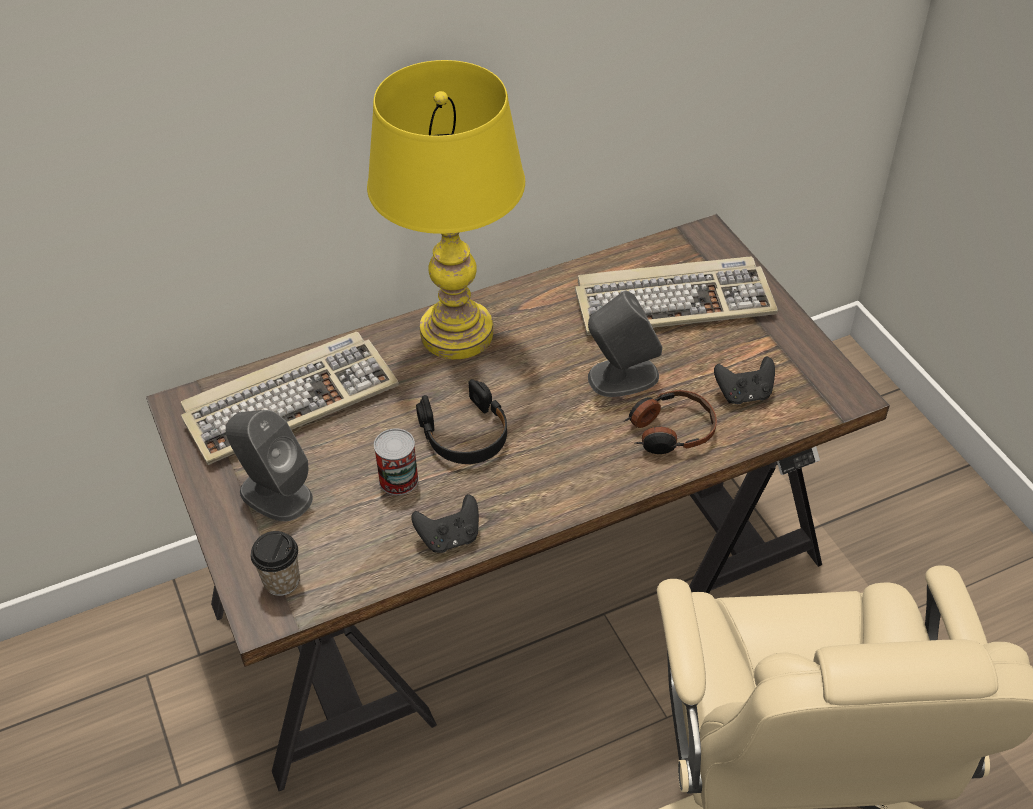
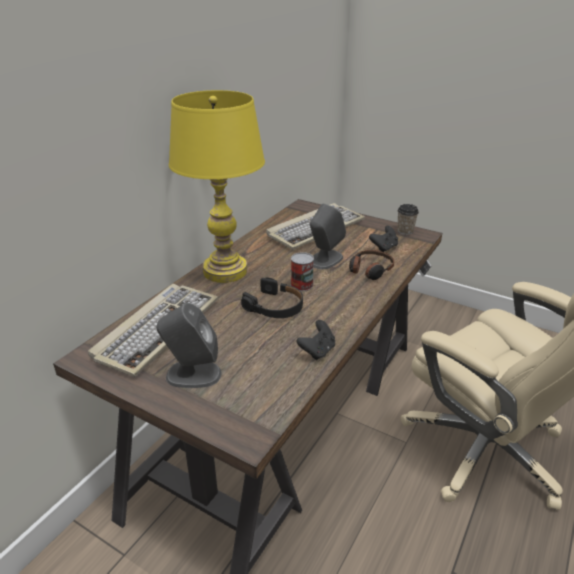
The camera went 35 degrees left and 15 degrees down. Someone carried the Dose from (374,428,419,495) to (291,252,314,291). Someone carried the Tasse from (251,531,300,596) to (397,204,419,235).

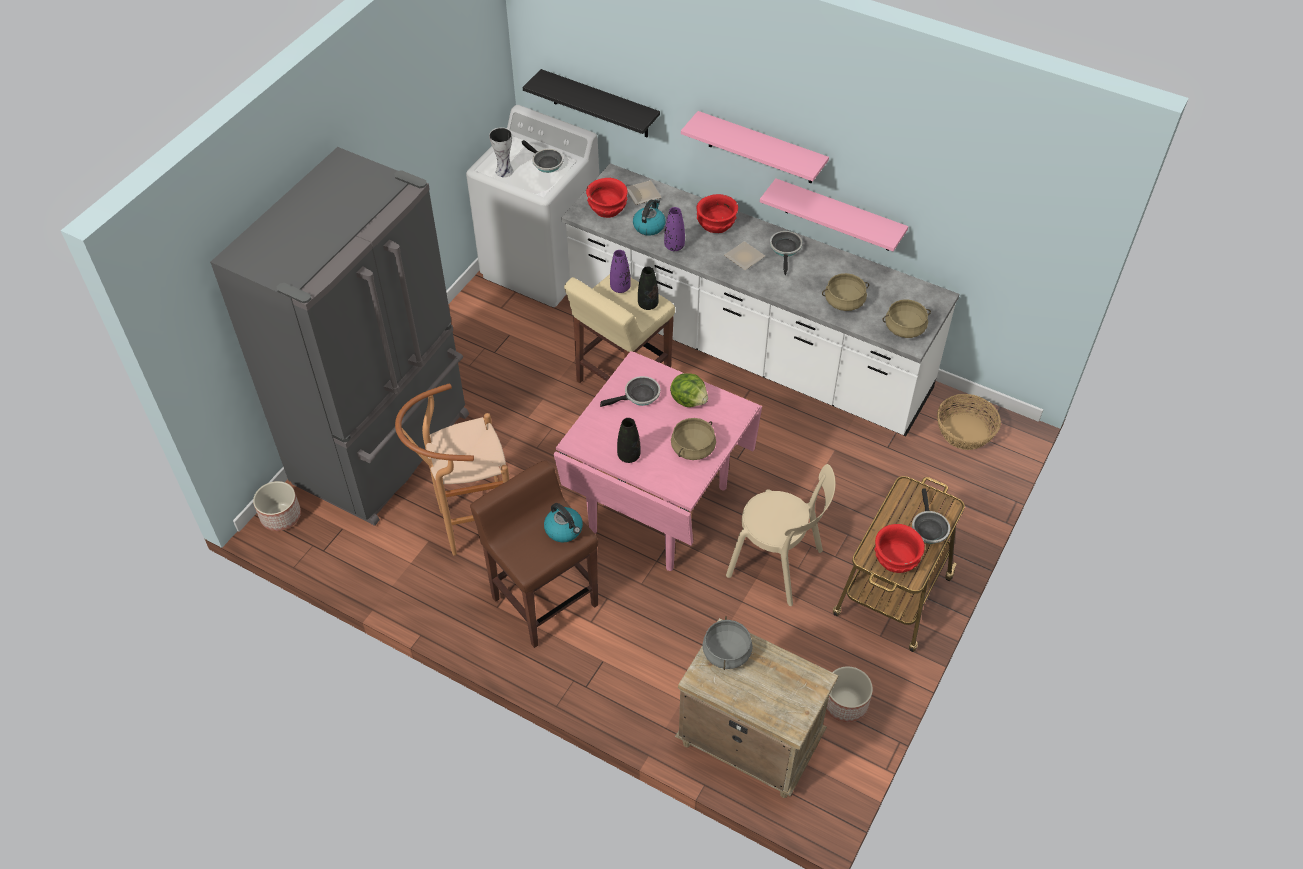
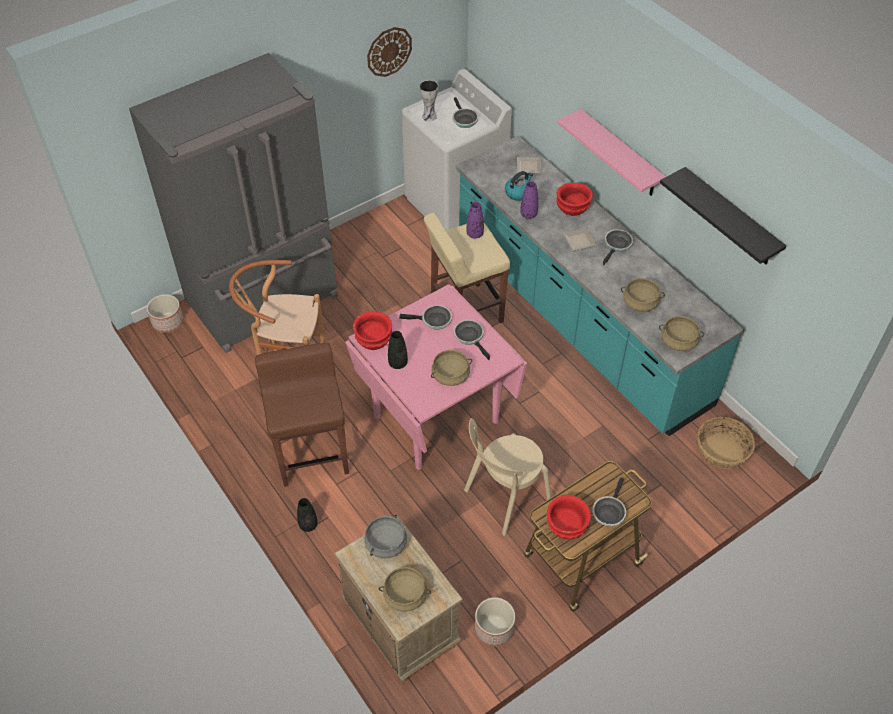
The camera went 25 degrees right and 0 degrees up. Someone carried the Wandregal/schwarz from (523,69,660,137) to (660,167,786,264). Someone repainted the Küchenzeile/weiß at (561,163,959,436), which became the Küchenzeile/türkis at (455,136,744,436). Someone carried the Schüssel/rot from (586,178,628,218) to (353,311,392,350). Someone took away the Wandregal/rosa at (760,178,908,251). Someone carried the Vase/schwarz from (638,266,659,310) to (297,498,318,532). Someone swapped the Salatkopf at (670,373,708,407) for the Pfanne at (454,320,490,360). Someone rotated the Stuhl/beige at (726,464,835,606) by 90 degrees clockwise. Someone took away the Wasserkessel at (544,503,583,542). Someone put up the Wanduhr at (367,27,412,77). Someone put down the Kochtopf/beige at (379,567,431,612).

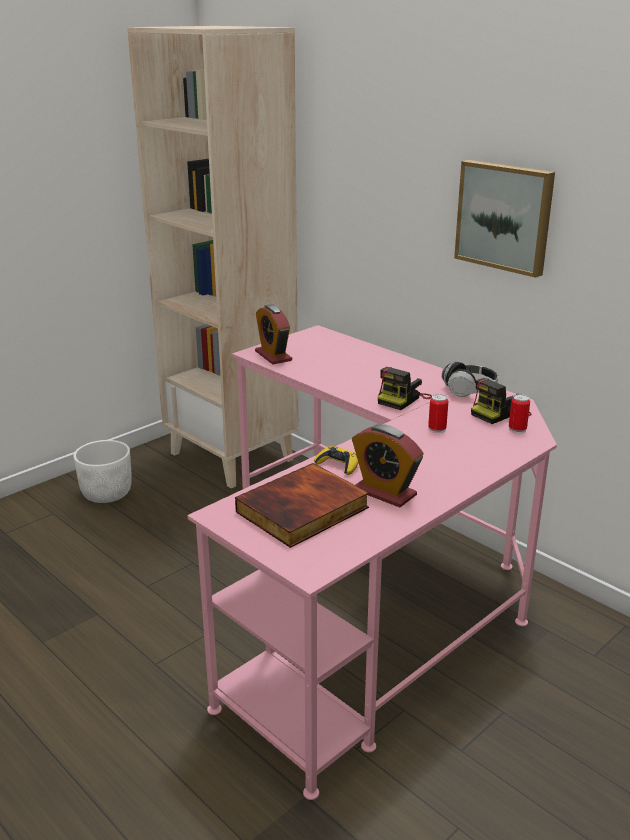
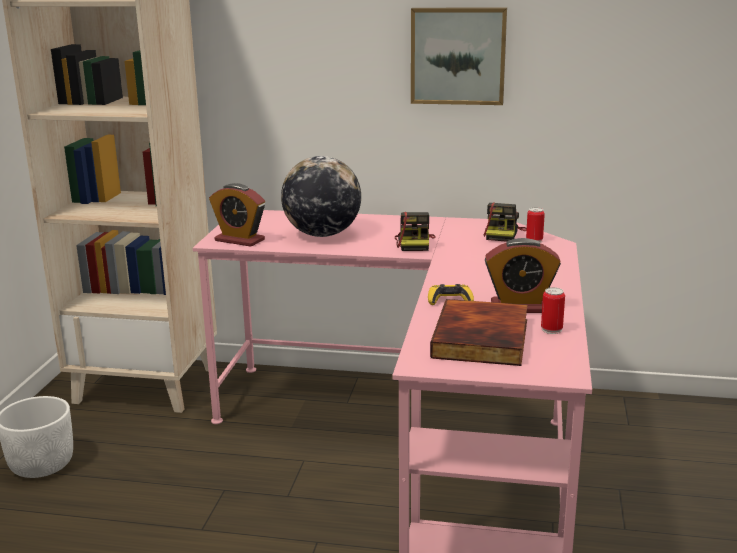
The camera went 35 degrees left and 5 degrees down. Someone took away the Kopfhörer at (442,361,498,397). Someone carried the Dose from (428,394,448,433) to (541,287,565,334). Someone put down the Globus at (281,156,361,237).

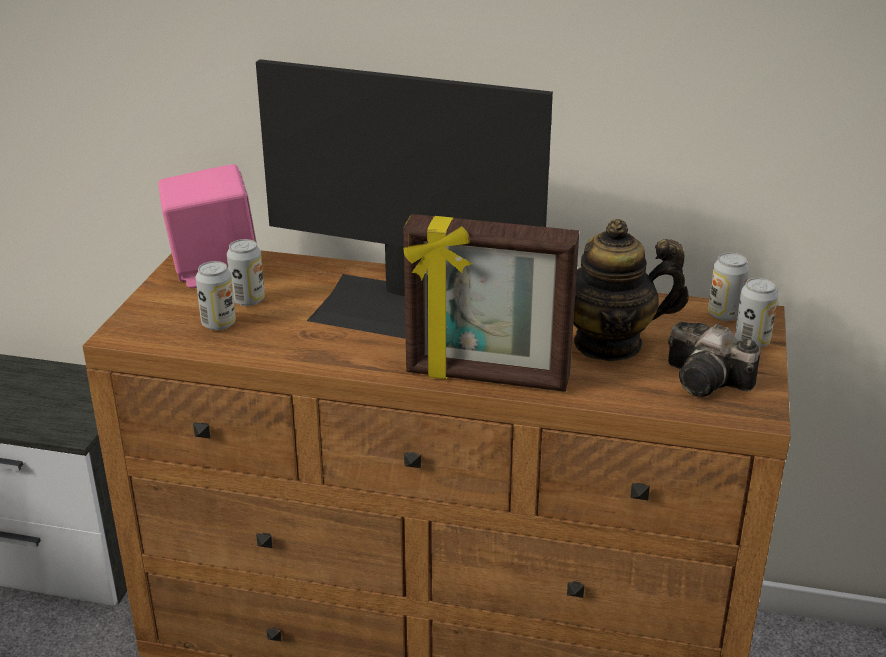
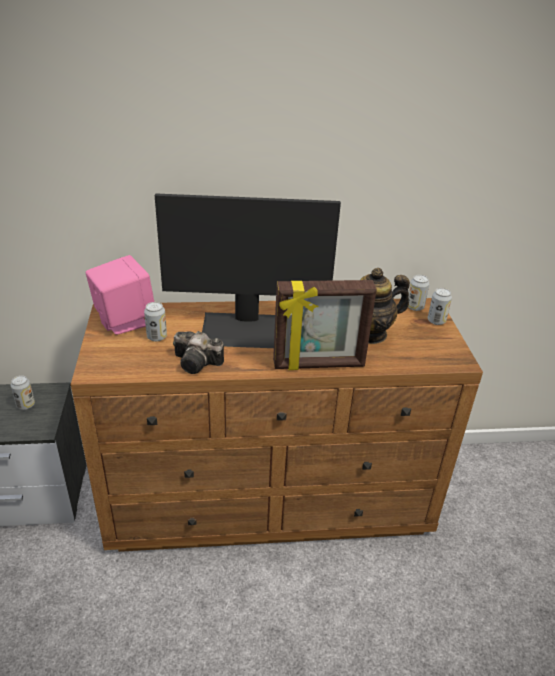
The camera went 20 degrees left and 5 degrees up. Someone carried the Dose from (196,261,236,331) to (11,375,35,410). Someone carried the Kamera from (668,322,760,397) to (173,331,224,374).

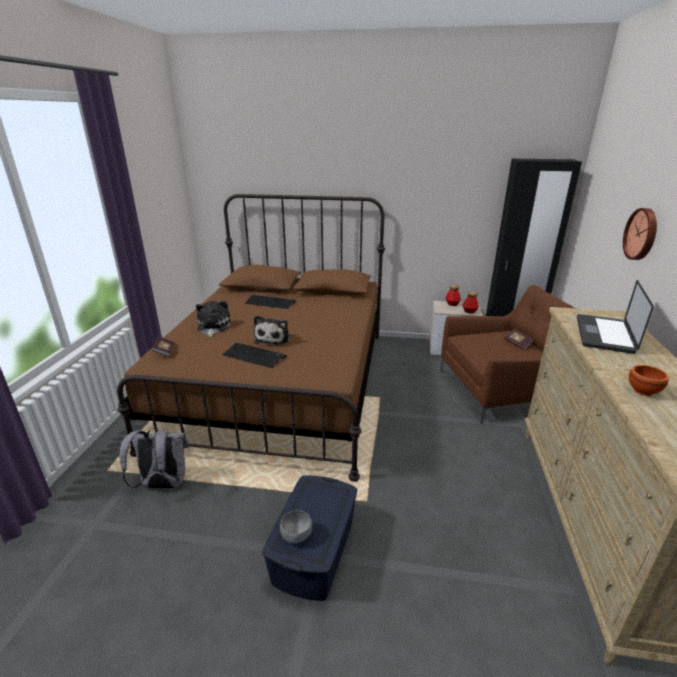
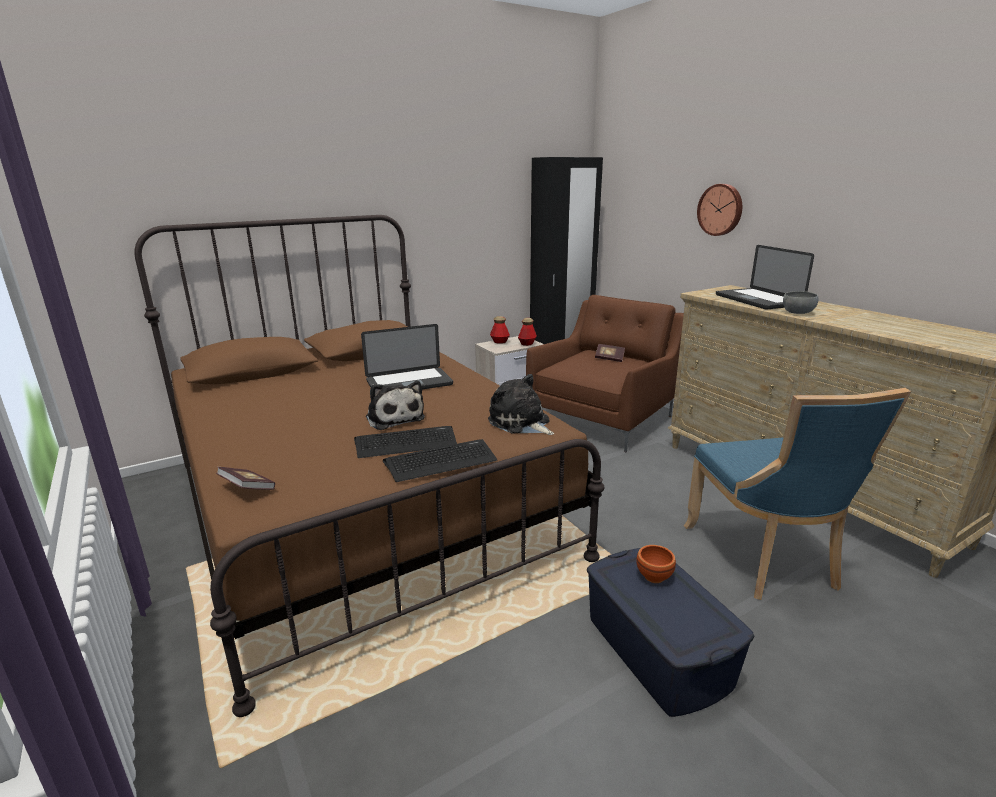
The camera went 40 degrees left and 5 degrees down. Someone carried the Tastatur from (245,295,296,309) to (383,439,497,482). Someone carried the Plüschtier from (196,301,230,337) to (488,374,555,435). Someone carried the Schüssel/braun from (629,365,669,396) to (636,545,676,583). Someone took away the Rucksack/grau at (119,428,189,489). Someone carried the Schüssel/grau from (280,510,312,544) to (783,291,818,314). Someone put down the Laptop at (361,324,453,390). Someone put down the Stuhl/blau at (684,388,911,600).

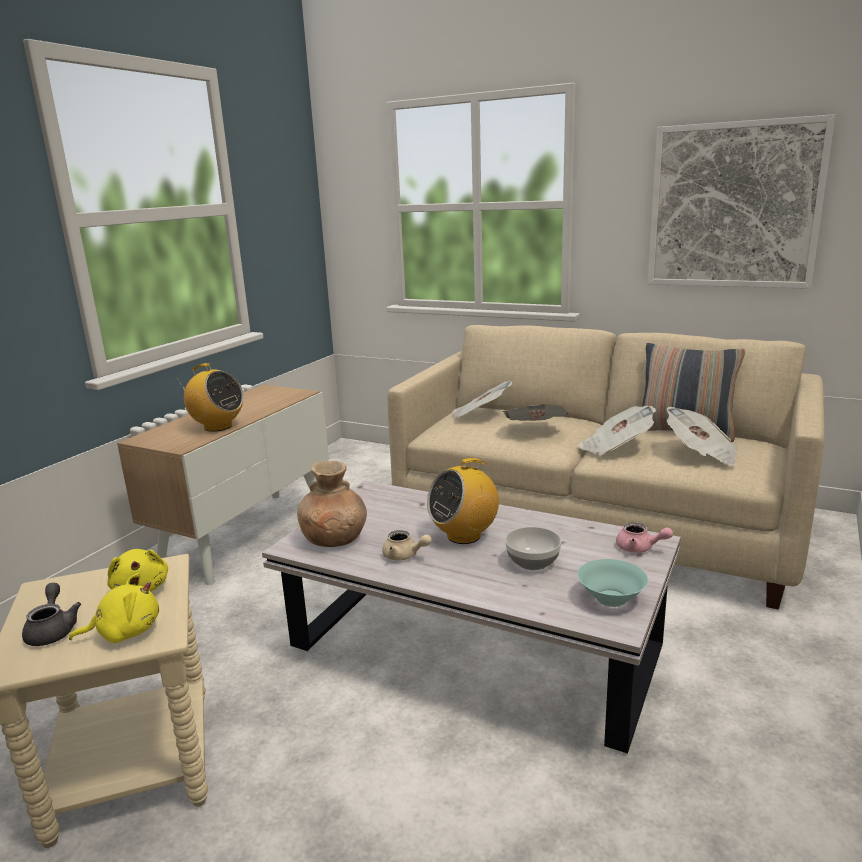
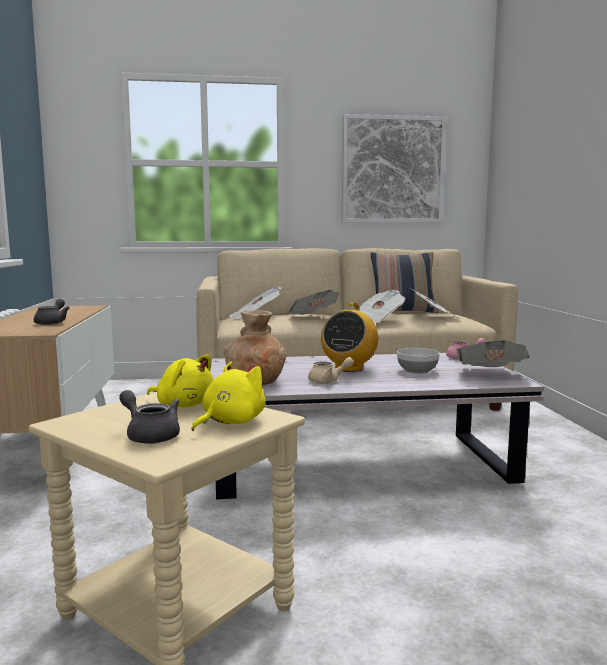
The camera went 35 degrees left and 10 degrees down. Someone swapped the Radio at (176,363,244,432) for the Teekanne/grau at (34,299,70,325). Someone swapped the Schüssel/türkis at (577,559,648,607) for the Zeitung at (456,340,530,367).

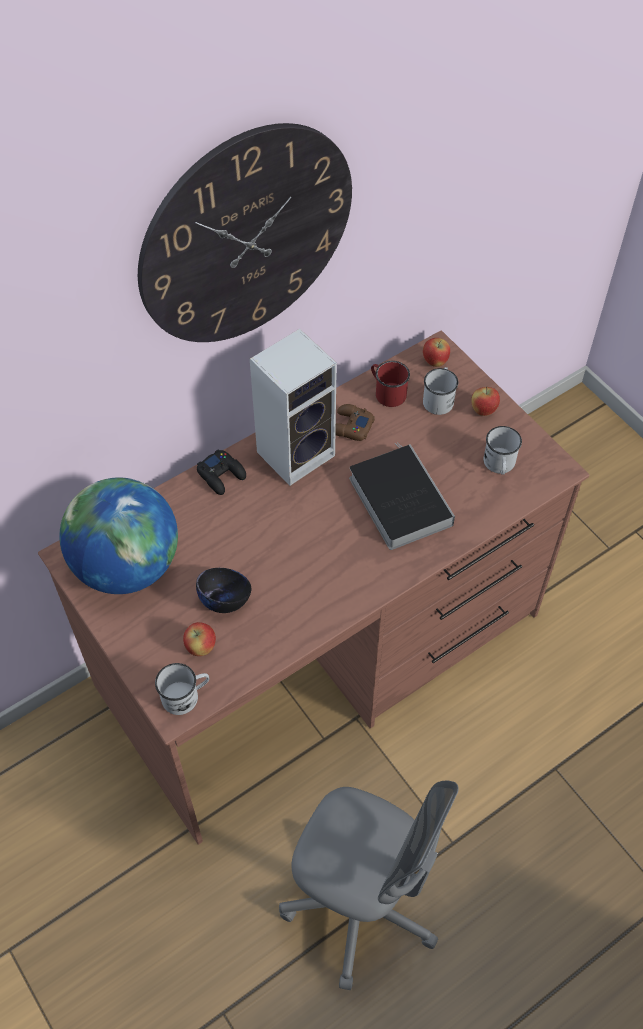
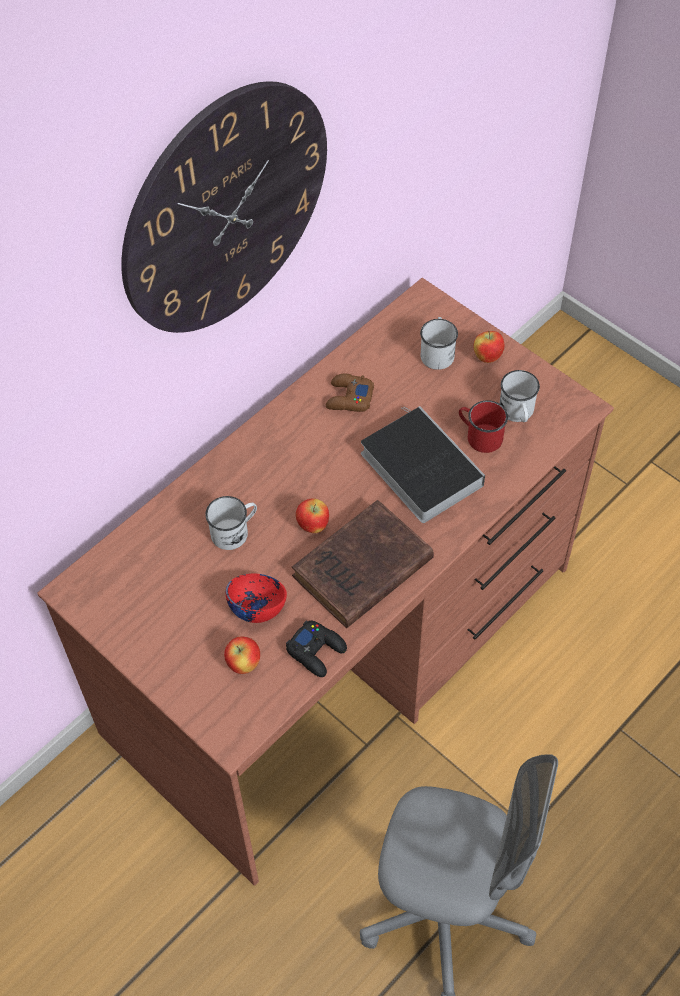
The camera went 10 degrees left and 0 degrees up. Someone took away the Lautsprecher at (250,329,337,486). Someone carried the Apfel from (423,338,450,367) to (296,499,329,533). Someone carried the Henkelbecher/rot from (371,361,410,407) to (459,400,508,453). Someone carried the Gamepad/schwarz from (197,450,246,495) to (286,620,347,677). Someone took away the Globus at (59,477,178,594). Someone repainted the Schüssel/schwarz at (196,568,252,613), which became the Schüssel/rot at (226,574,287,623). Someone carried the Henkelbecher/weiß from (155,663,210,715) to (205,496,257,550). Someone put down the Buch/braun at (292,500,434,628).

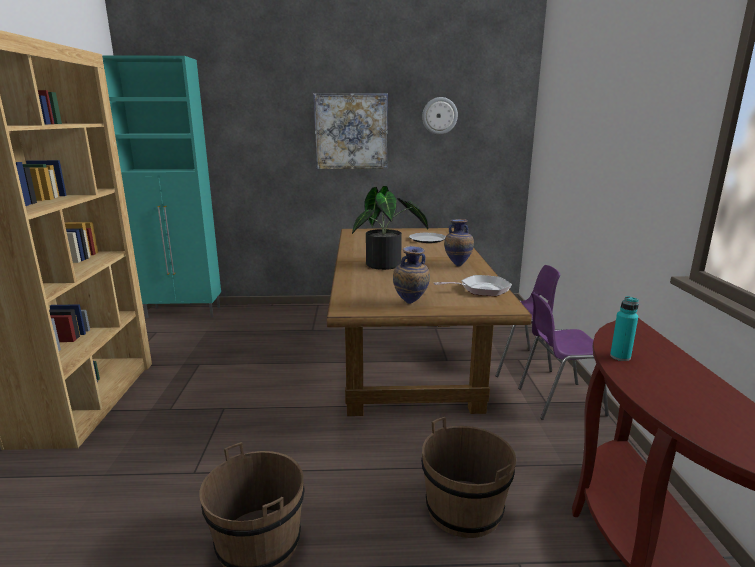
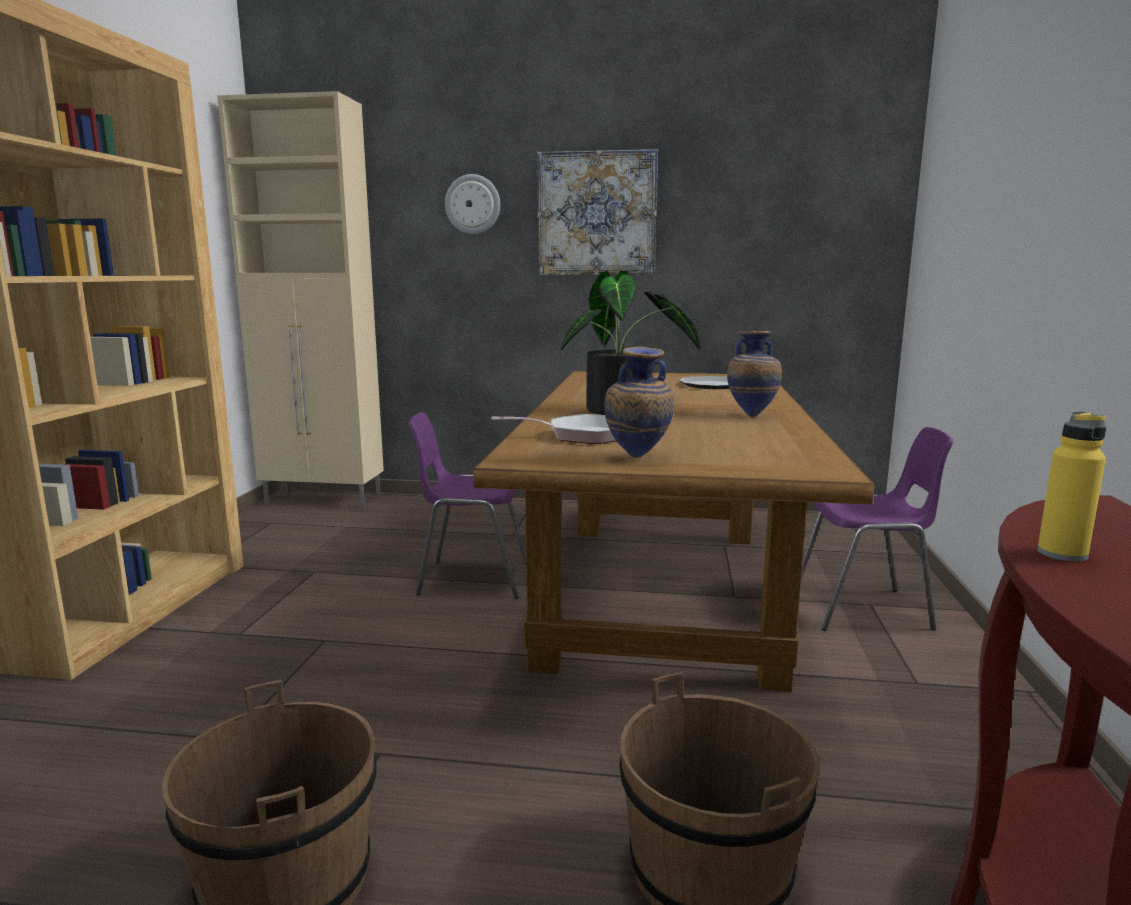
The camera went 10 degrees right and 5 degrees down. Someone repainted the Schrank/türkis at (102,55,221,318), which became the Schrank/beige at (217,91,384,508). Someone carried the Wanduhr from (422,97,458,135) to (445,174,500,234). Someone carried the Pfanne from (434,275,512,296) to (491,414,616,444). Someone carried the Stuhl/lila from (518,292,609,420) to (409,412,526,599). Someone repainted the Flasche/türkis at (610,296,639,361), which became the Flasche/gelb at (1037,412,1106,562).

